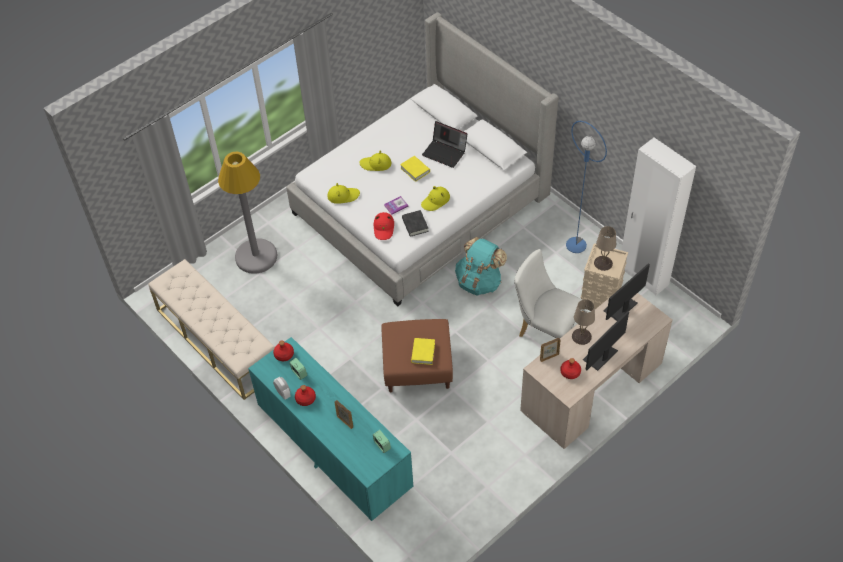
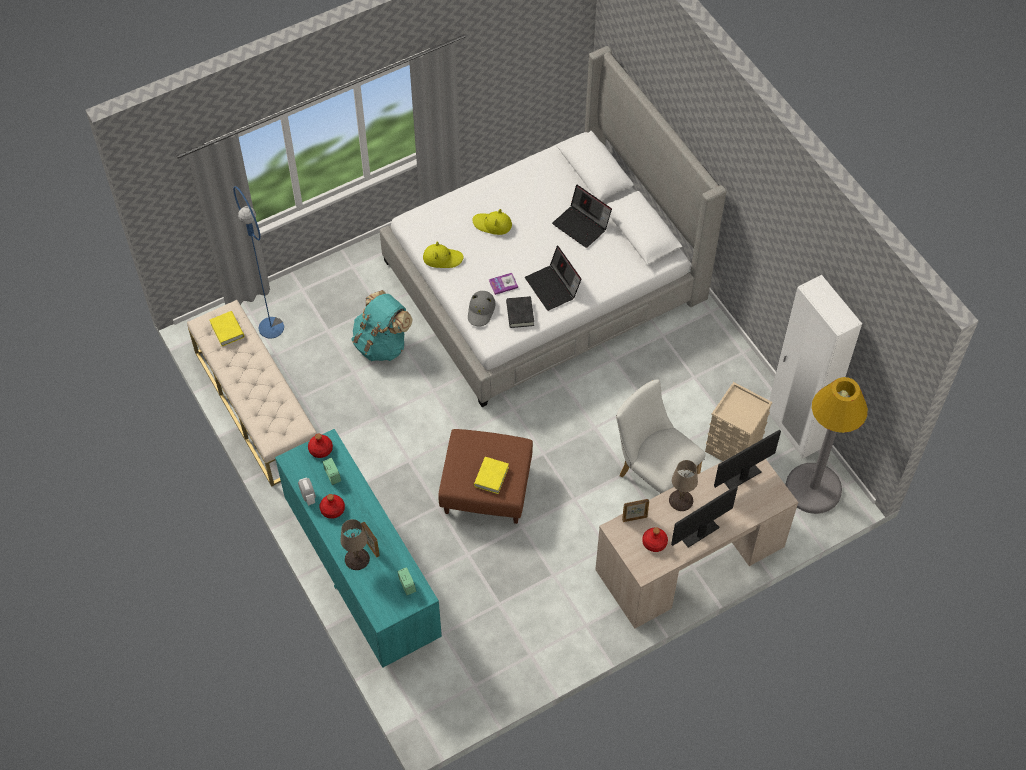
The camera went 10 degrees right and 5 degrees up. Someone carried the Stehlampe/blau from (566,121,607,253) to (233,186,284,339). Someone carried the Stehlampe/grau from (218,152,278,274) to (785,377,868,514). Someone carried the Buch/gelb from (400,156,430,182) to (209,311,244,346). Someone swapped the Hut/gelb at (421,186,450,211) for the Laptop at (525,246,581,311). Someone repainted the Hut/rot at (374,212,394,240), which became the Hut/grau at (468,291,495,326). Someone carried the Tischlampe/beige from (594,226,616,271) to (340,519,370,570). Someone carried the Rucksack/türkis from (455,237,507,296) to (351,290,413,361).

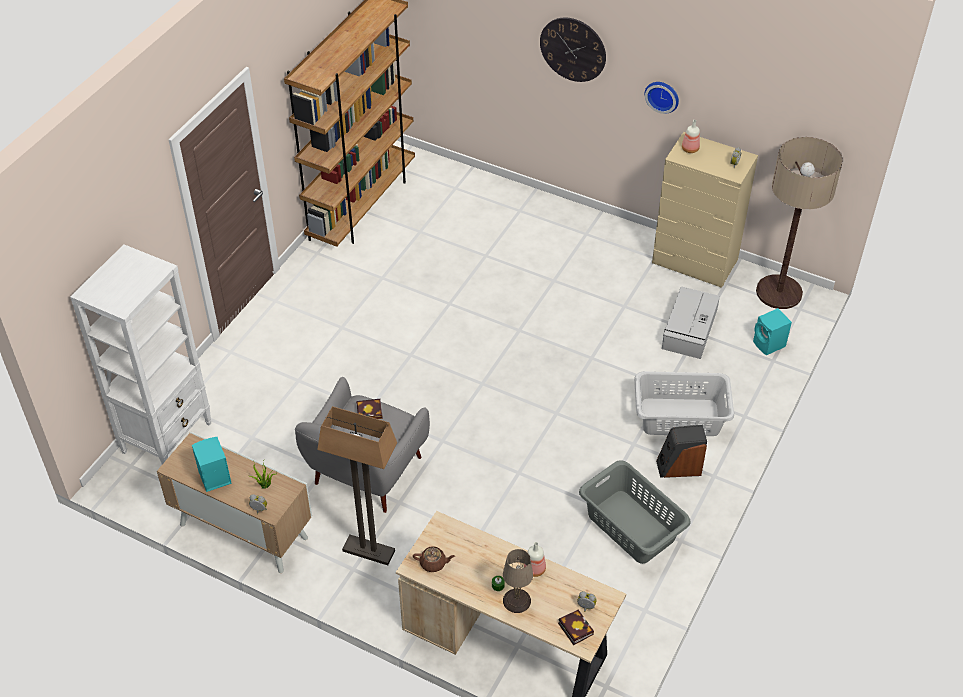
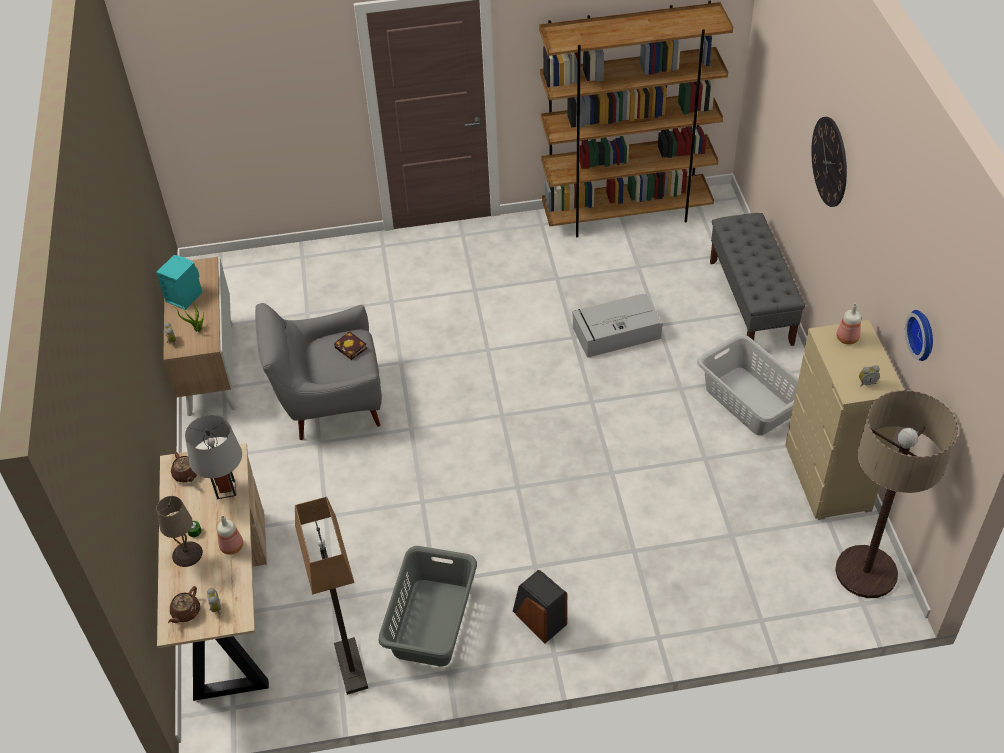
The camera went 55 degrees right and 0 degrees up. Someone carried the Wanduhr from (645,82,679,114) to (905,310,933,361). Someone took away the Bücherregal/weiß at (70,244,212,464). Someone carried the Aufbewahrungsbox/grau from (662,286,720,359) to (572,294,662,358). Someone took away the Lautsprecher/türkis at (753,308,792,356). Someone carried the Wäschekorb/grau from (634,371,734,436) to (697,334,799,435). Someone carried the Stehlampe from (317,406,397,565) to (295,497,368,695). Someone swapped the Buch at (558,609,594,645) for the Teekanne/braun at (168,586,200,623). Someone put down the Bank/grau at (710,213,805,346). Someone put down the Tischlampe/grau at (185,415,242,499).

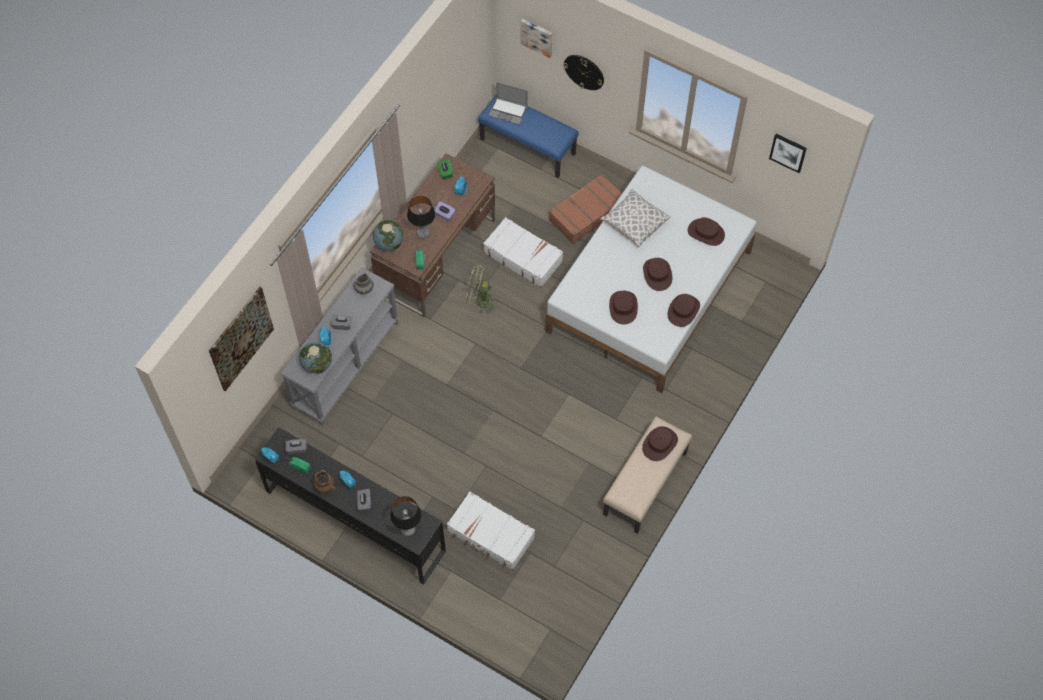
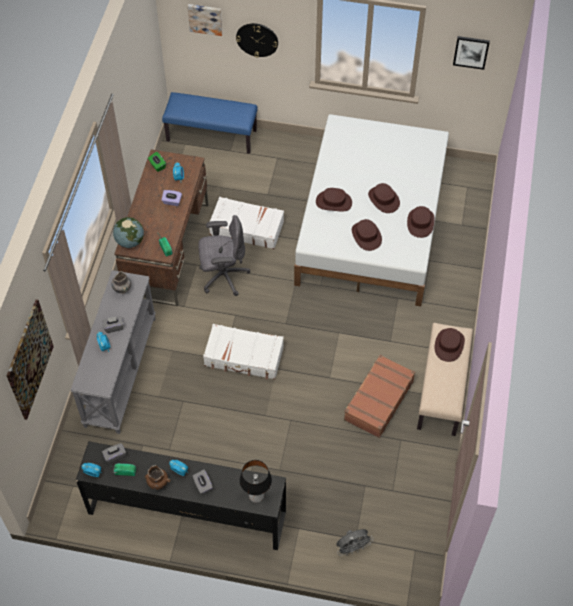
The camera went 20 degrees left and 5 degrees down. Someone took away the Laptop at (488,82,528,125). Someone carried the Koffer/braun from (549,174,622,245) to (344,355,415,438). Someone took away the Kissen at (600,189,670,247). Someone took away the Tischlampe at (407,196,435,238). Someone carried the Hut/braun from (688,217,725,246) to (316,188,352,212). Someone swapped the Ventilator/grün at (466,264,498,314) for the Bürostuhl/grau at (199,215,250,296). Someone took away the Globus at (299,342,332,374). Someone carried the Koffer/weiß from (447,491,535,571) to (203,324,284,380). Someone put down the Ventilator/grau at (336,529,374,556).

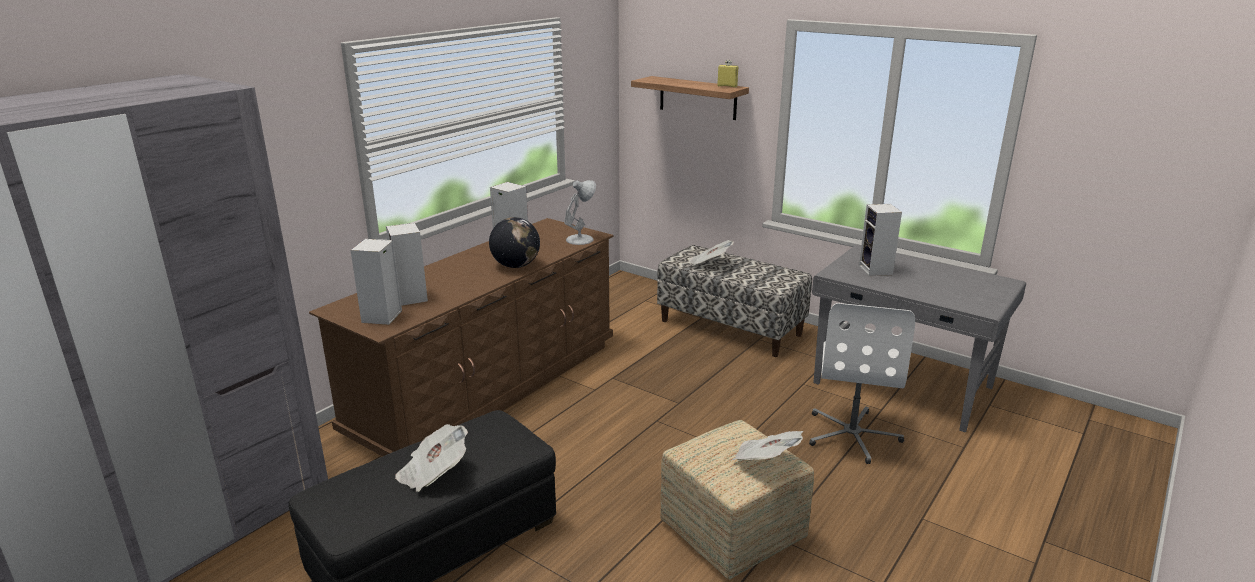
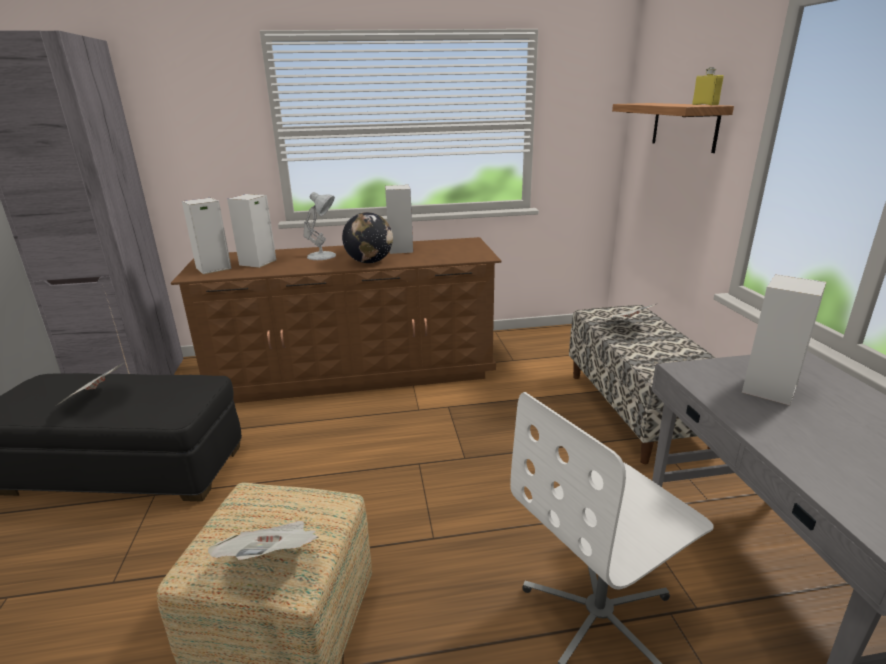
The camera went 45 degrees right and 0 degrees up. Someone carried the Tischlampe/weiß from (564,180,596,245) to (304,192,336,260).

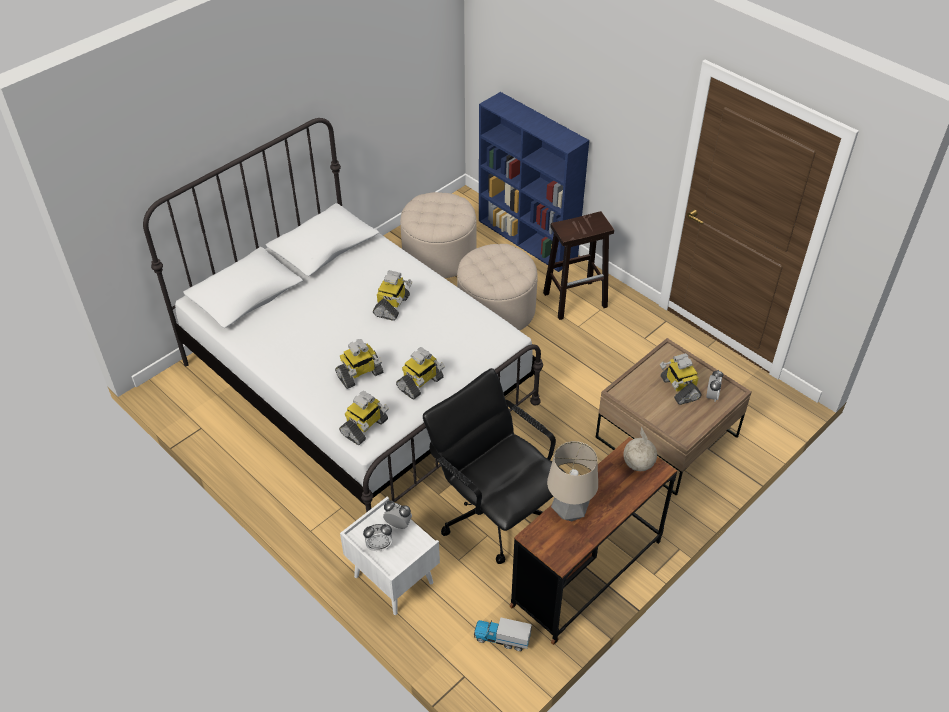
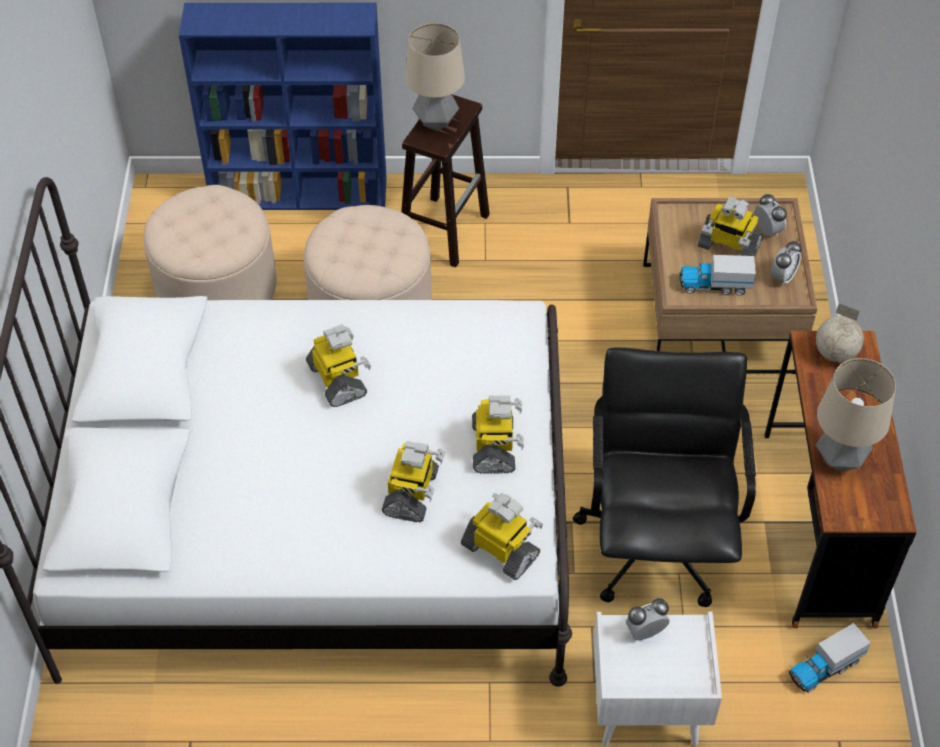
The camera went 45 degrees left and 5 degrees up. Someone rotated the Bürostuhl/schwarz at (423,368,564,564) by 90 degrees clockwise. Someone rotated the Spielzeugroboter at (339,391,389,445) by 45 degrees counterclockwise. Someone carried the Wecker from (363,524,392,551) to (770,241,802,286). Someone put down the Tischlampe at (405,23,465,131). Someone put down the Spielzeuglaster at (680,255,756,295).

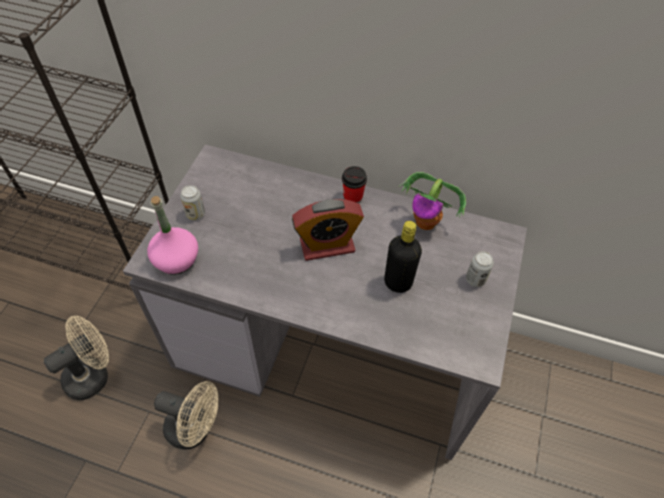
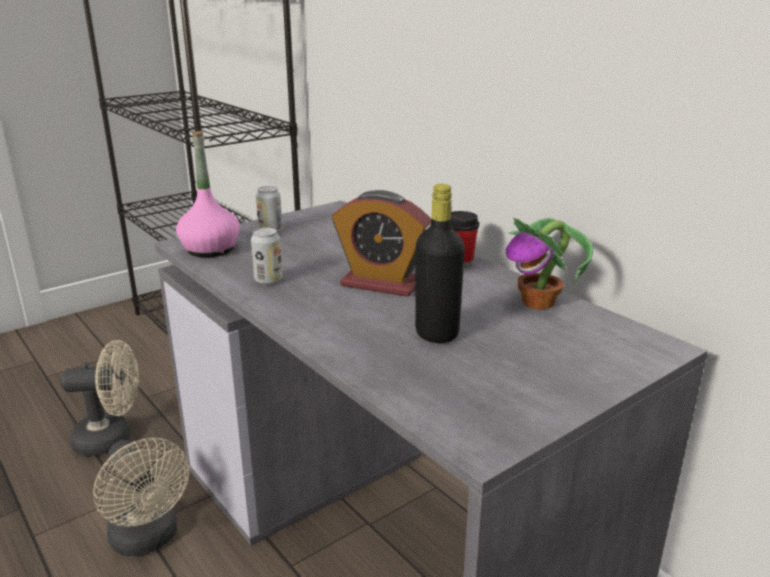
The camera went 35 degrees right and 30 degrees down. Someone carried the Dose from (466,251,494,287) to (251,228,283,285).

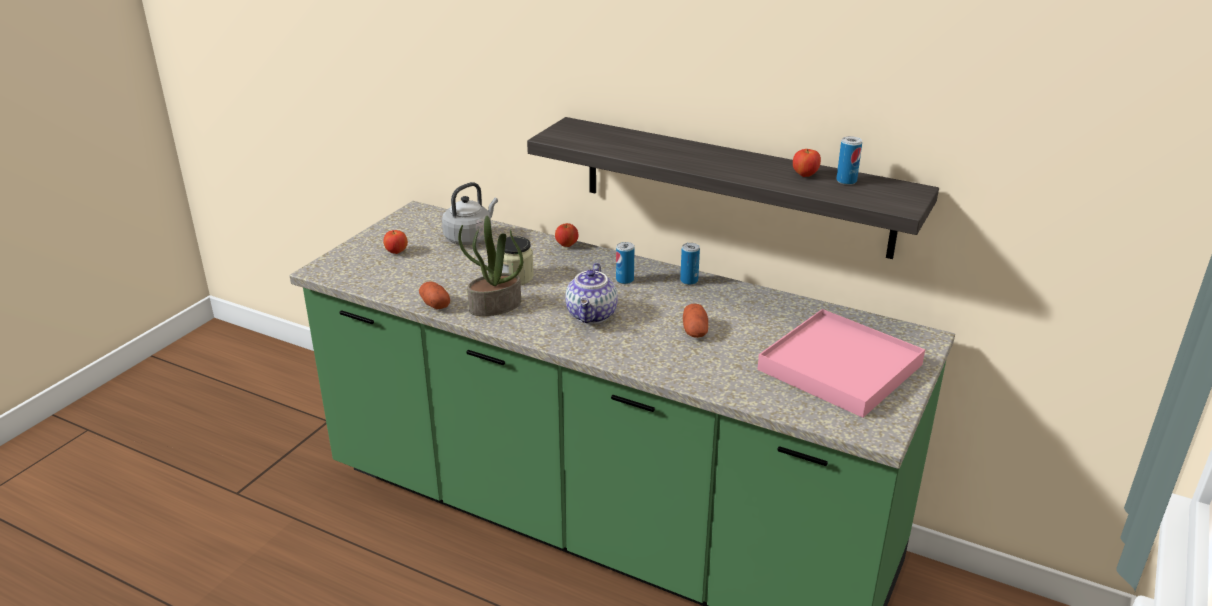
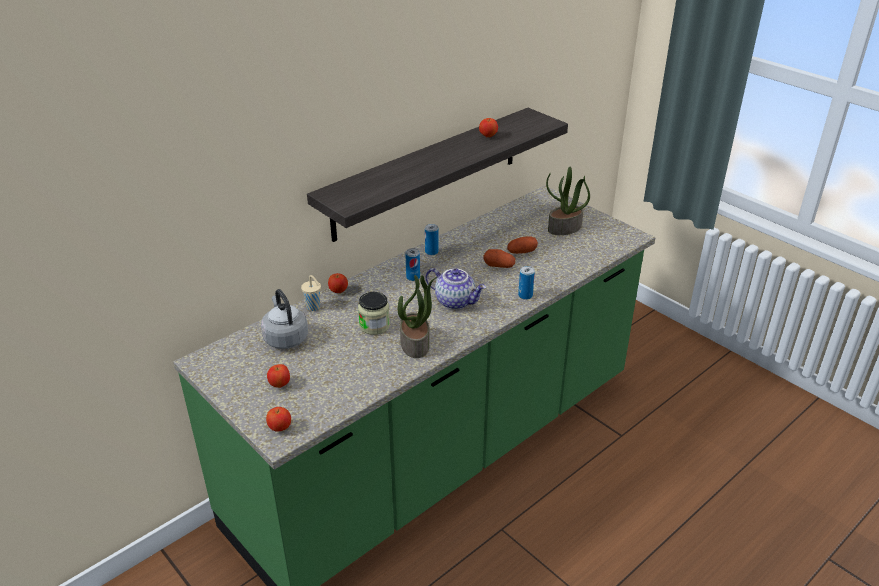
The camera went 70 degrees left and 5 degrees up. Someone carried the Dose from (836,136,862,185) to (518,266,535,300). Someone carried the Kartoffel from (419,281,450,309) to (507,237,538,254). Someone swapped the Tablett/rosa at (757,309,925,418) for the Topfpflanze at (546,167,590,235). Someone put down the Tasse/beige at (301,275,321,311). Someone put down the Apfel at (266,407,291,432).

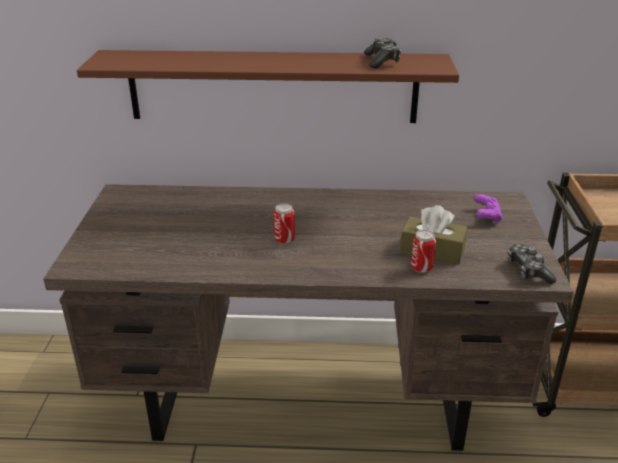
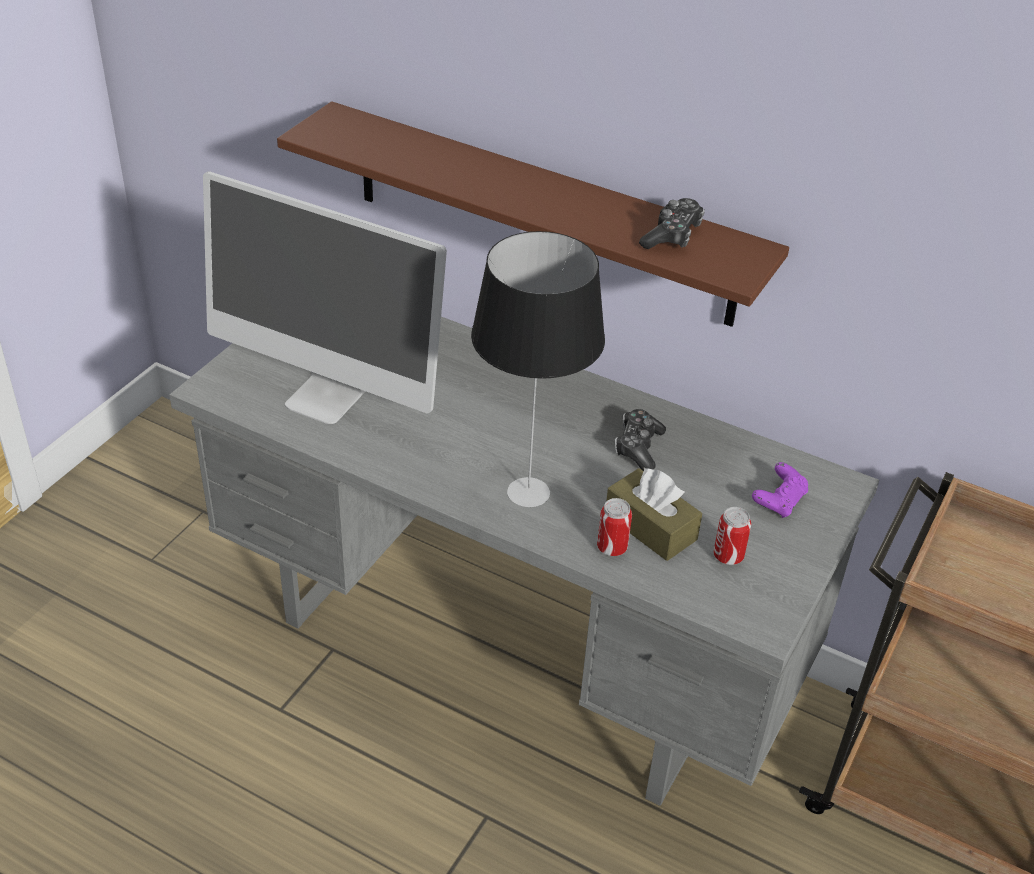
The camera went 25 degrees right and 10 degrees up. Someone repainted the Schreibtisch/braun at (43,184,574,451), which became the Schreibtisch/grau at (169,317,879,806). Someone carried the Dose from (274,203,295,244) to (713,507,751,565). Someone carried the Gamepad from (507,243,557,284) to (615,409,666,471). Someone put down the Monitor at (203,171,447,424). Someone put down the Tischlampe at (471,231,605,507).

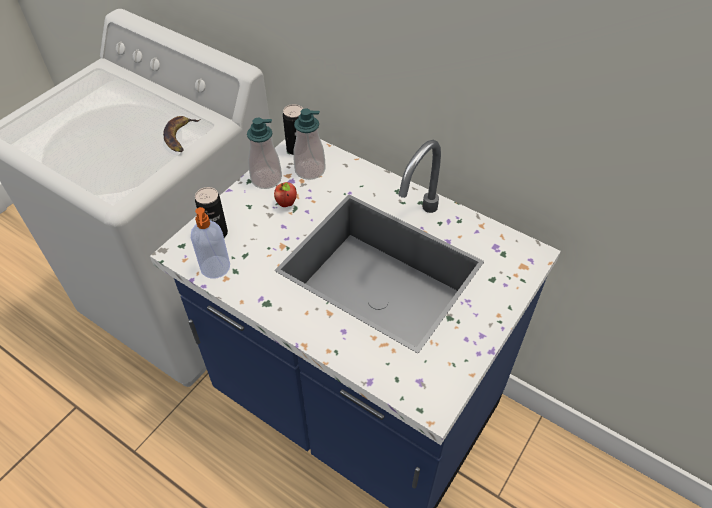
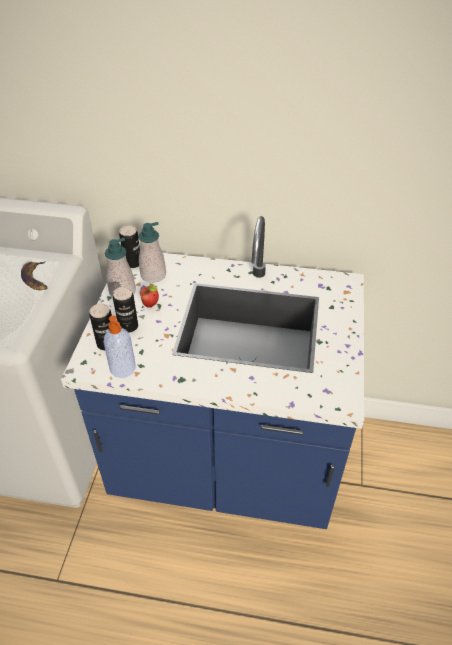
The camera went 25 degrees left and 5 degrees down. Someone put down the Dose at (113,287,138,333).

